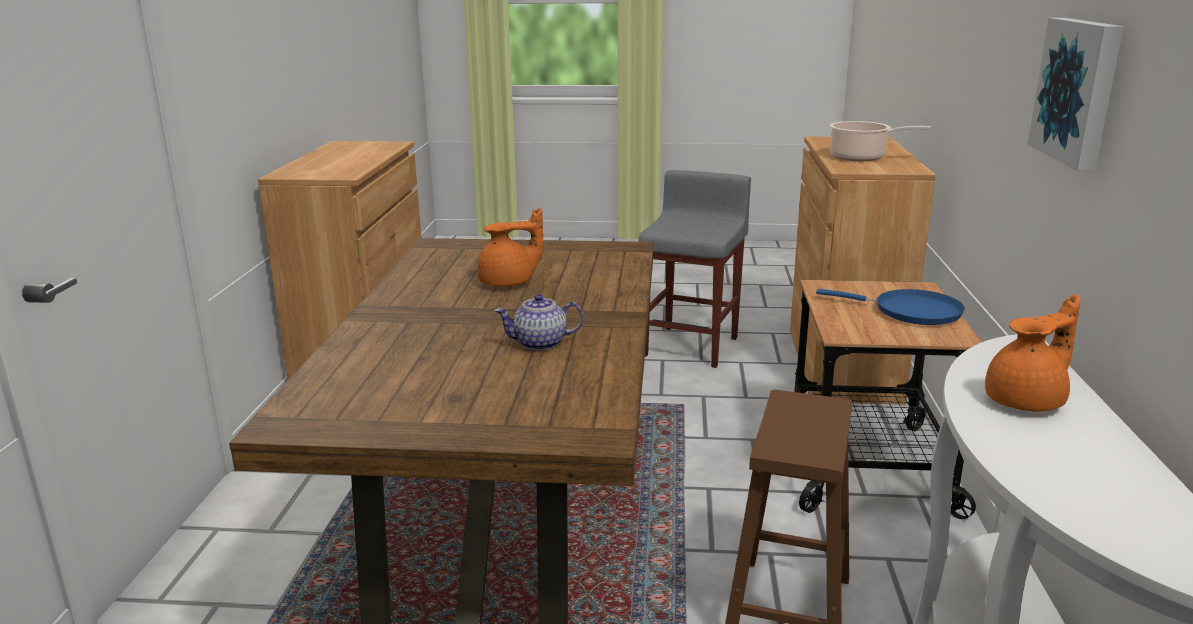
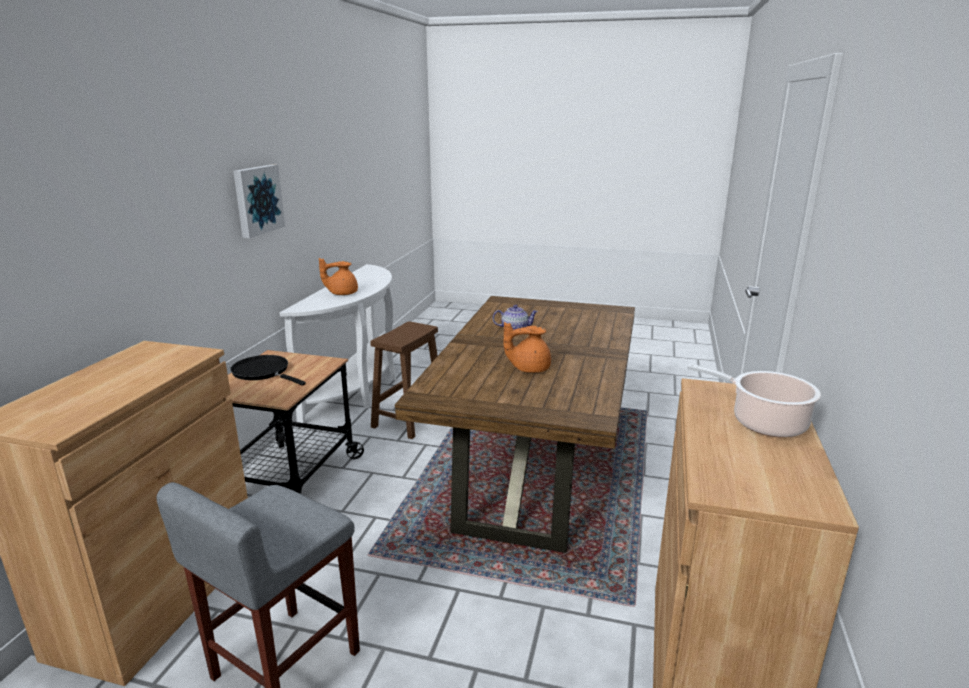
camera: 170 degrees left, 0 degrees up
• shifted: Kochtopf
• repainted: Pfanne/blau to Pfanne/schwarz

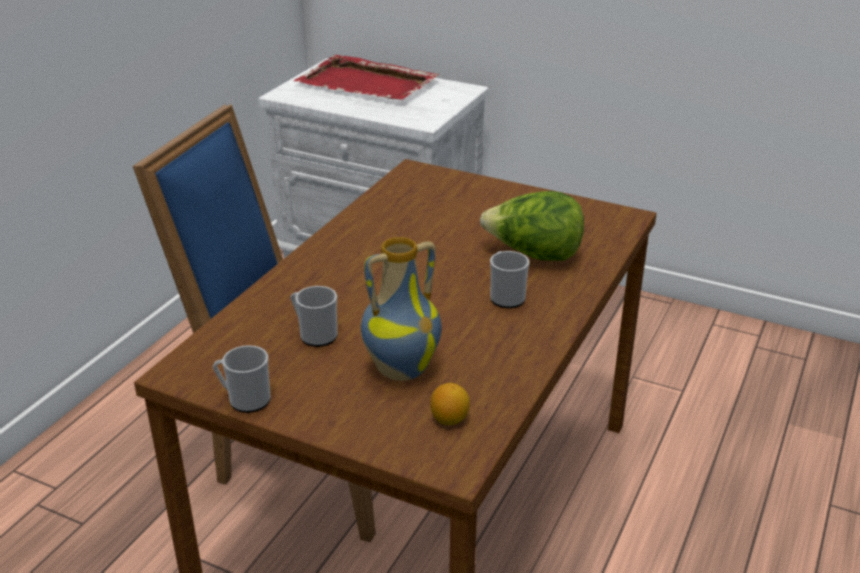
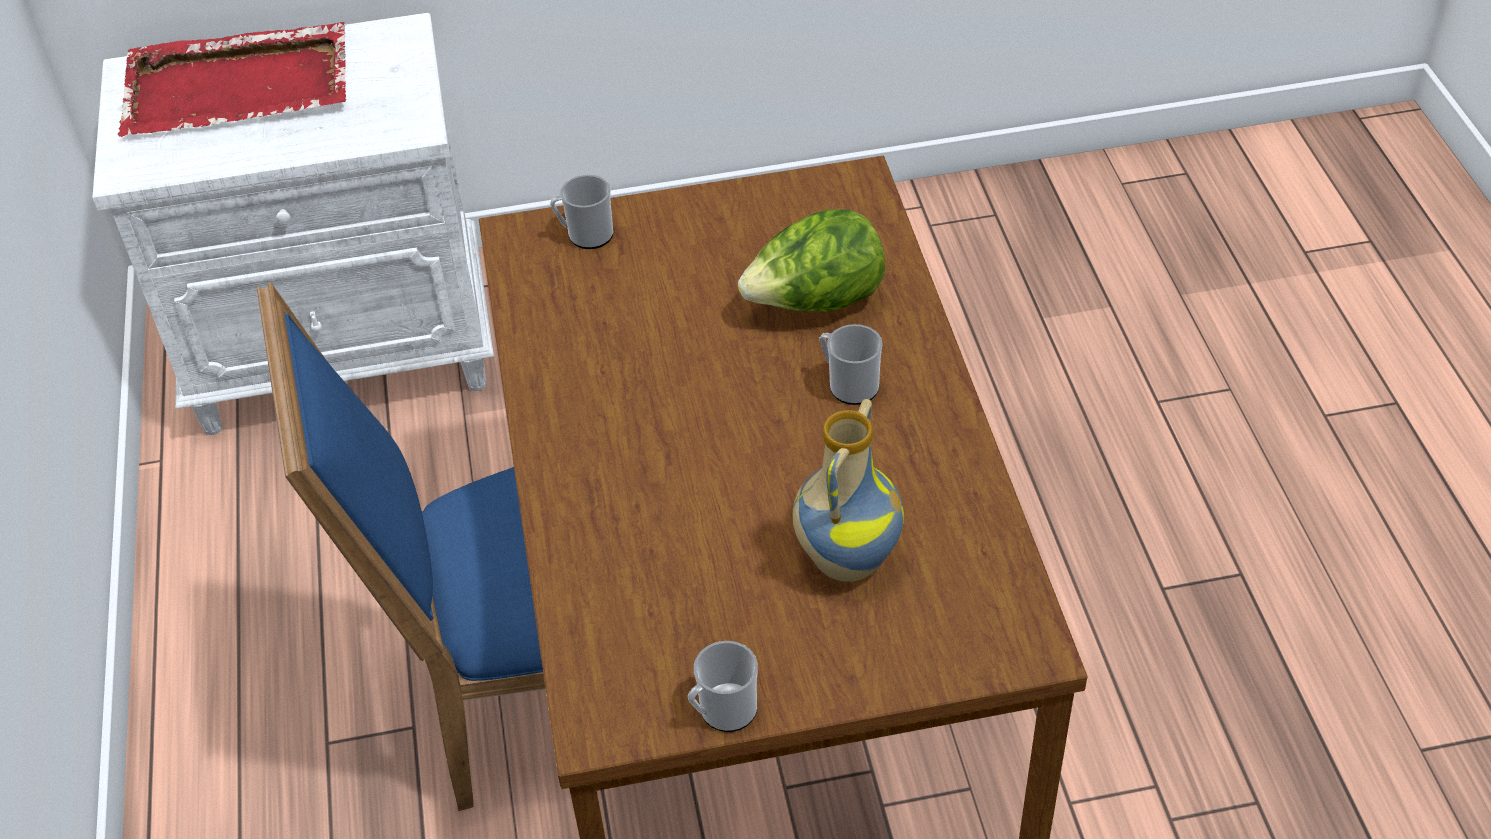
camera: 35 degrees left, 15 degrees up
• gone: Zitrone
• shifted: Henkelbecher (no. 2 from left in the first image) to Henkelbecher (no. 1 from left)

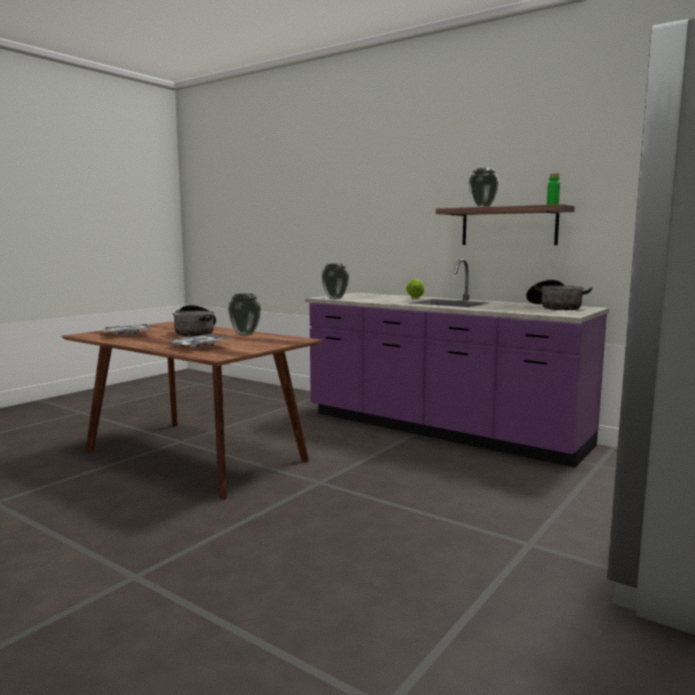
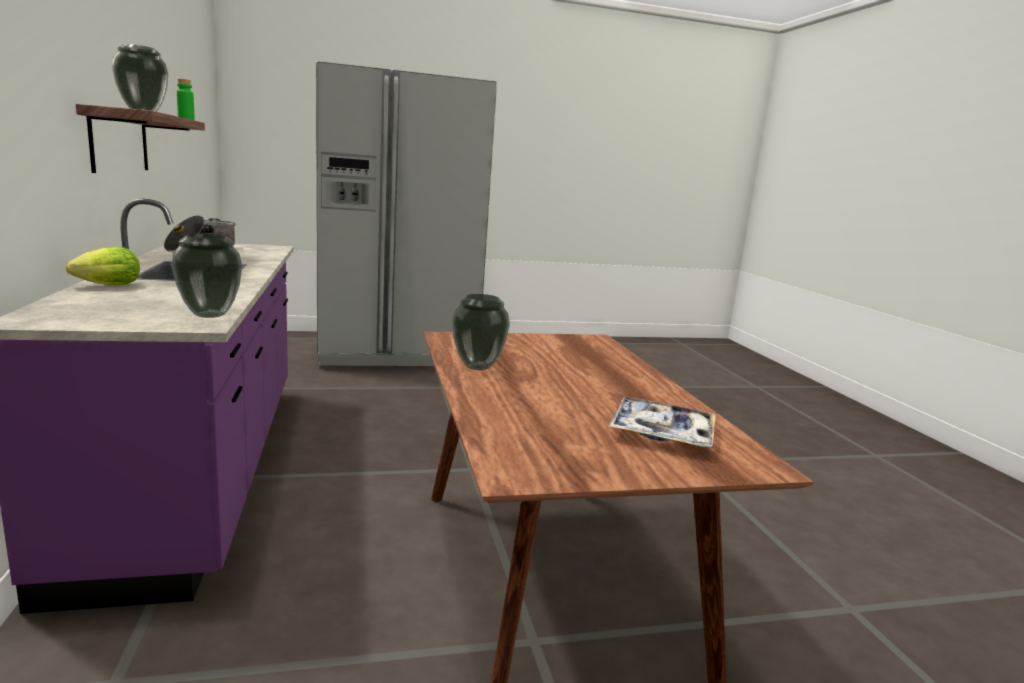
camera: 140 degrees left, 5 degrees up
• gone: Tablett (no. 2 from left)
• gone: Kochtopf (no. 1 from left)

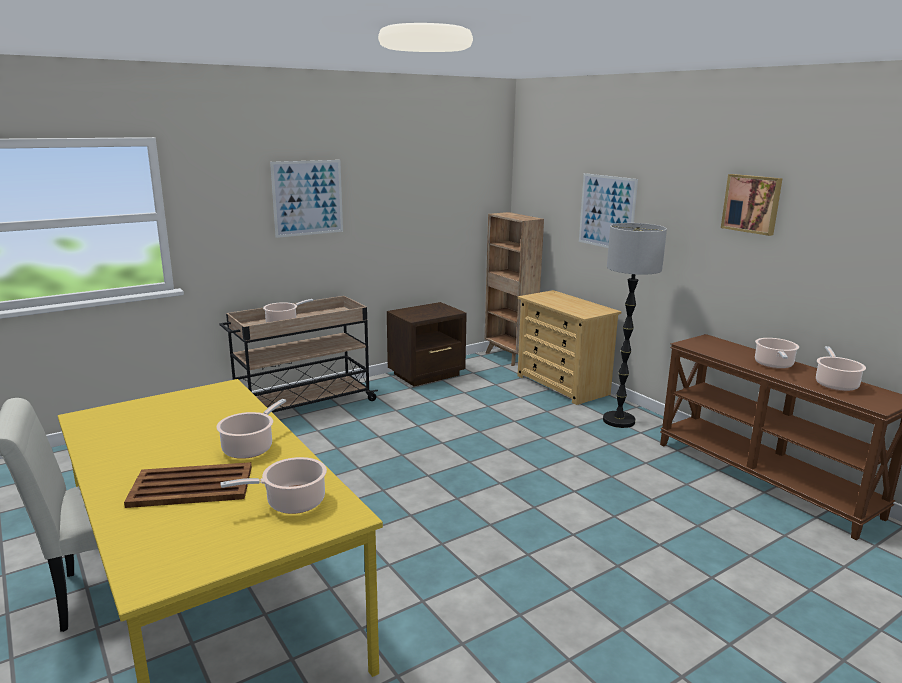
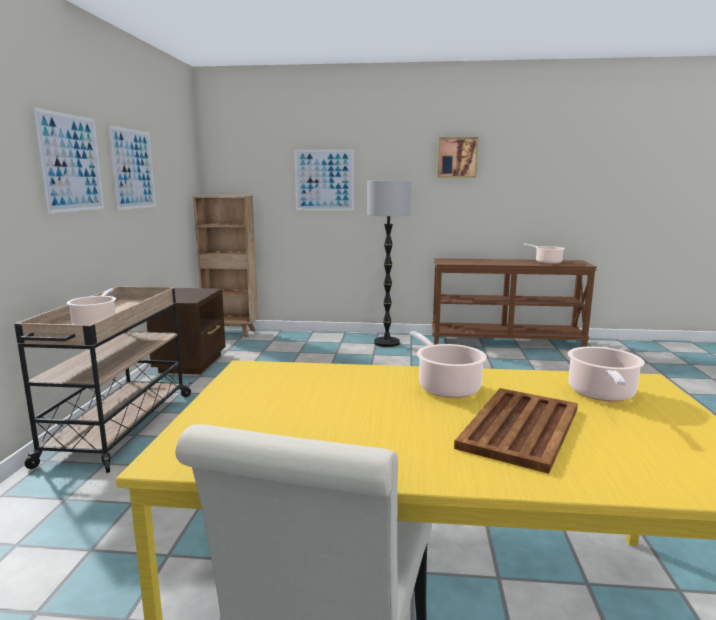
camera: 50 degrees left, 5 degrees down
• gone: Kommode/beige
• gone: Kochtopf (no. 4 from left)
• new: Bild (no. 2 from left)

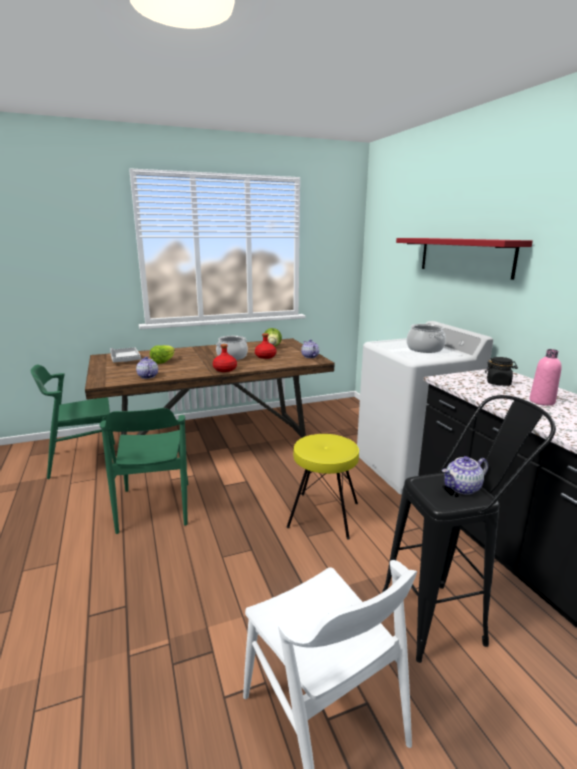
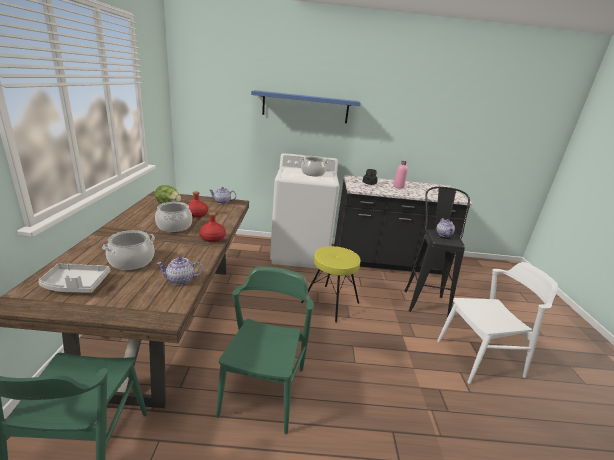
camera: 70 degrees left, 5 degrees up
• swapped: Salatkopf (no. 1 from left) to Kochtopf (no. 1 from left)
• repainted: Wandregal/rot to Wandregal/blau
• rotated: Stuhl/grün (no. 2 from left) 90 degrees counterclockwise

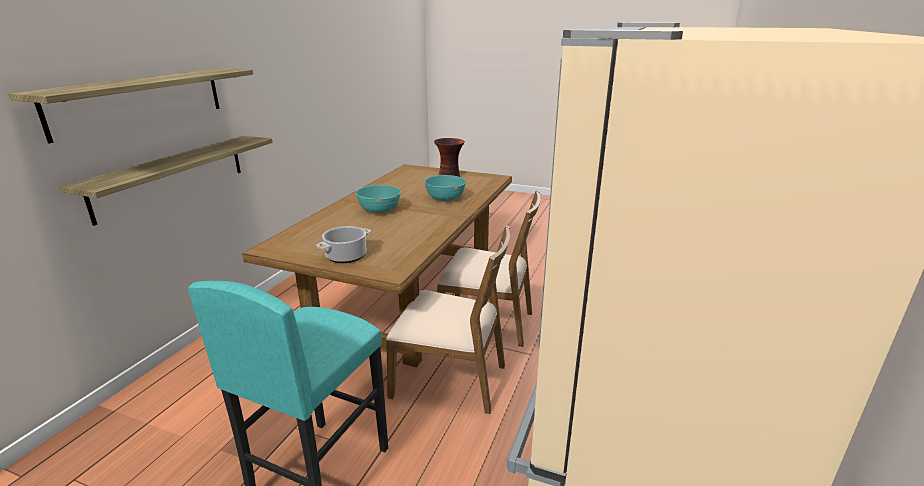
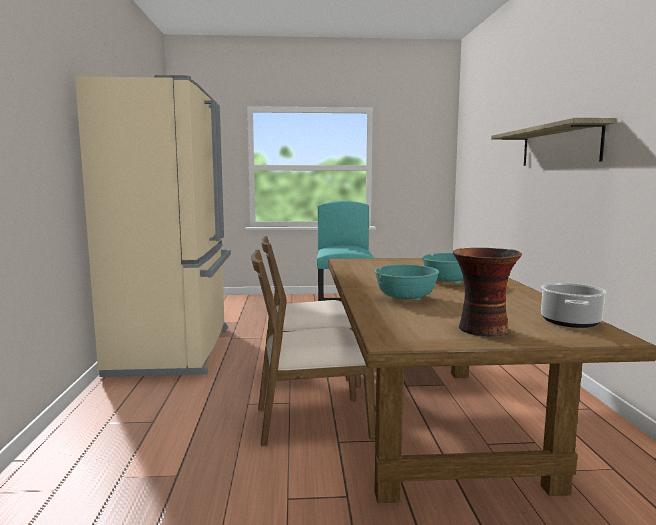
camera: 155 degrees right, 15 degrees down
• gone: Wandregal (no. 2 from left)
• shifted: Kochtopf

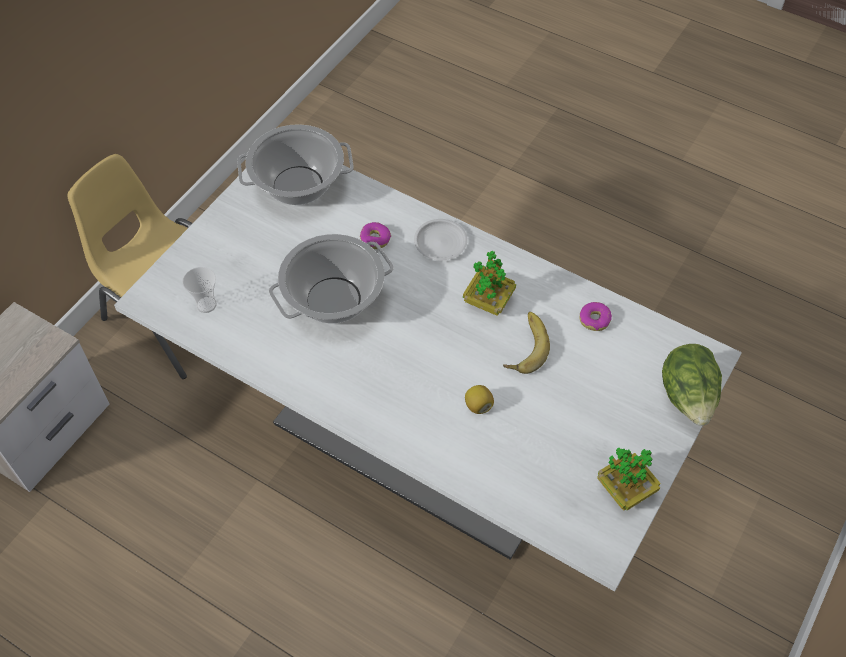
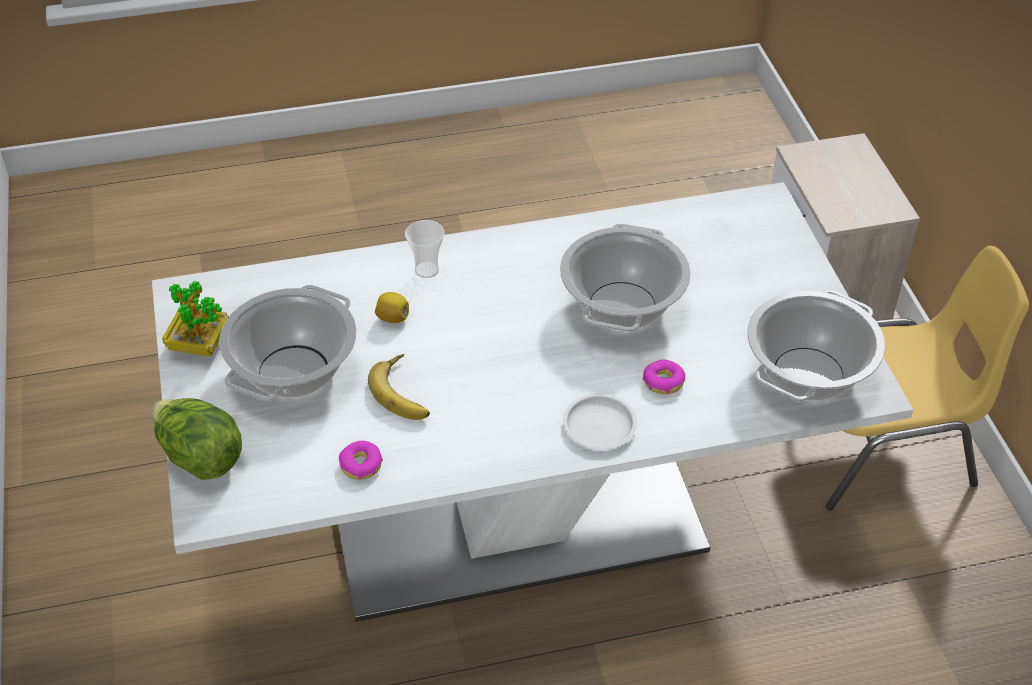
camera: 135 degrees right, 10 degrees down
• gone: Topfpflanze (no. 1 from left)
• new: Kochtopf (no. 1 from left)
• shifted: Tasse

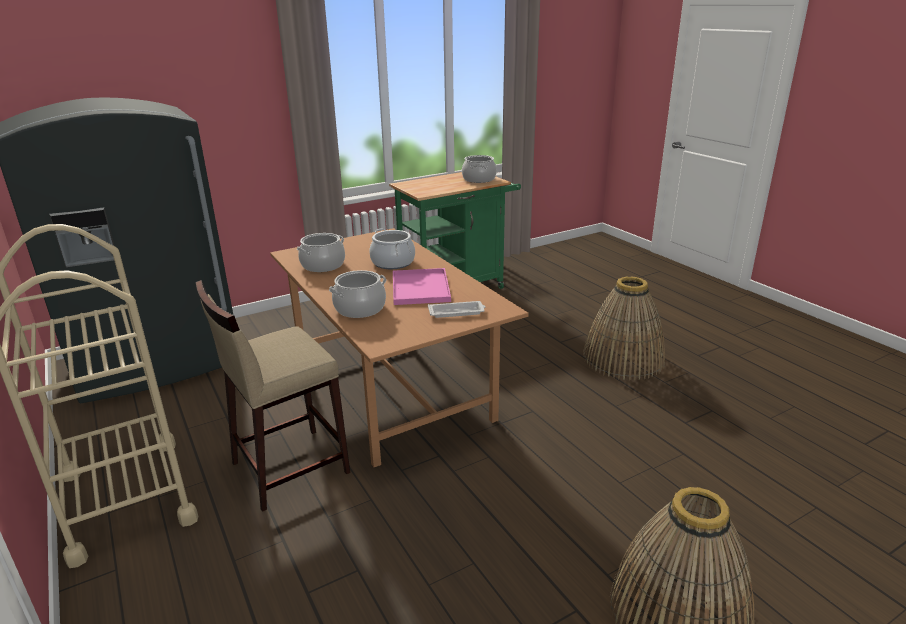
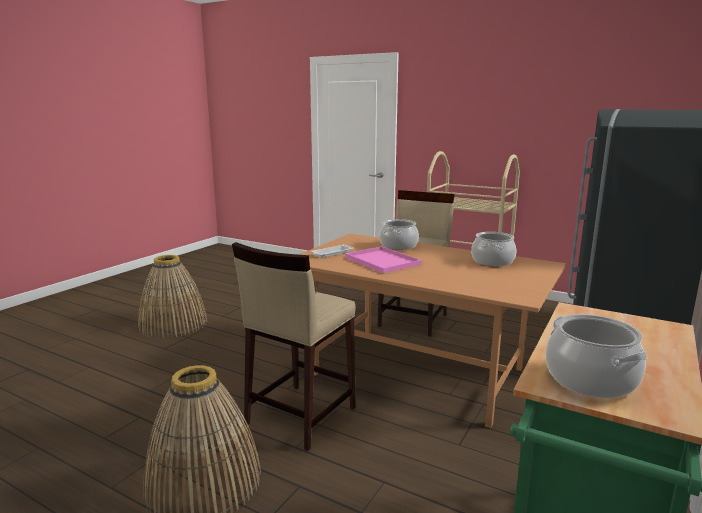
camera: 150 degrees right, 10 degrees down
• gone: Kochtopf (no. 3 from left)
• new: Hocker/beige (no. 1 from left)

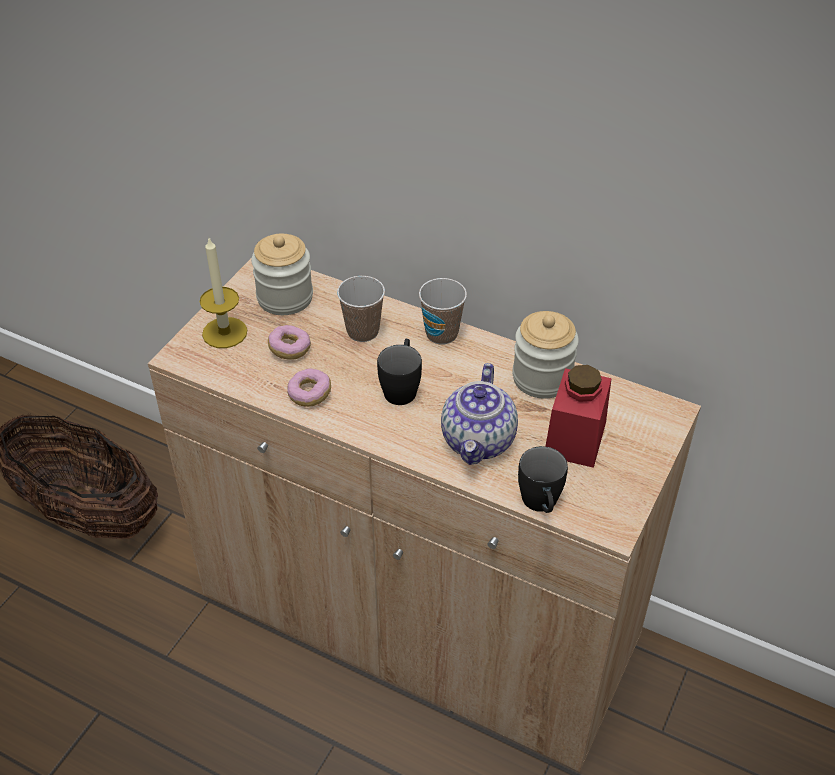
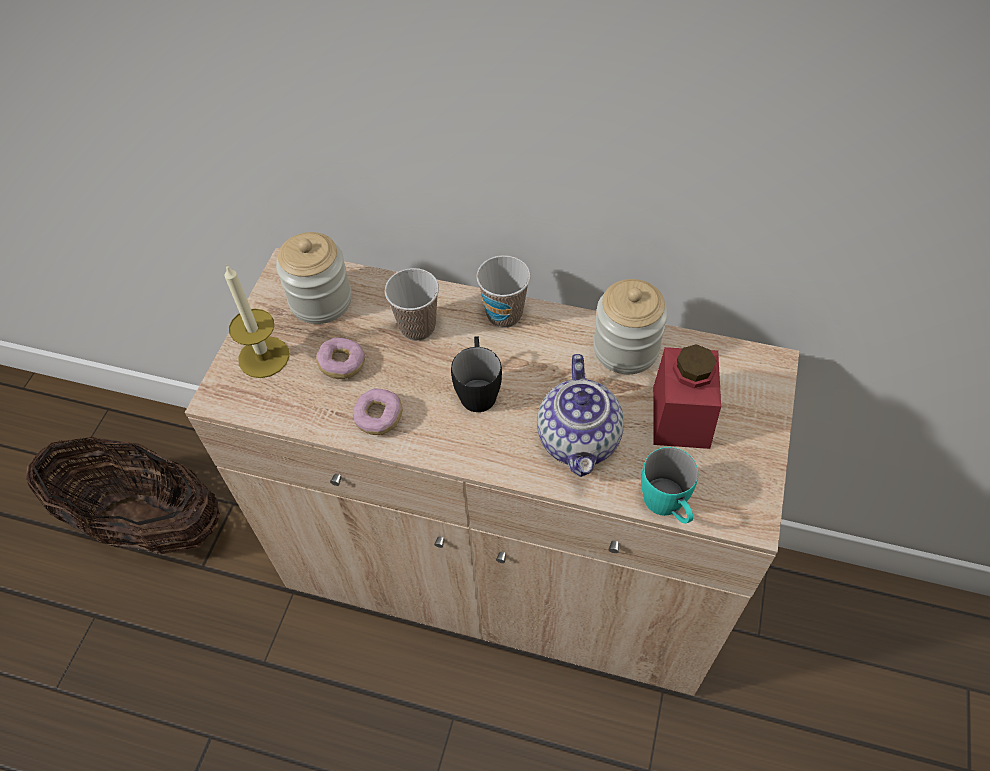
camera: 10 degrees left, 10 degrees up
• repainted: Henkelbecher/schwarz (no. 2 from left) to Henkelbecher/türkis

